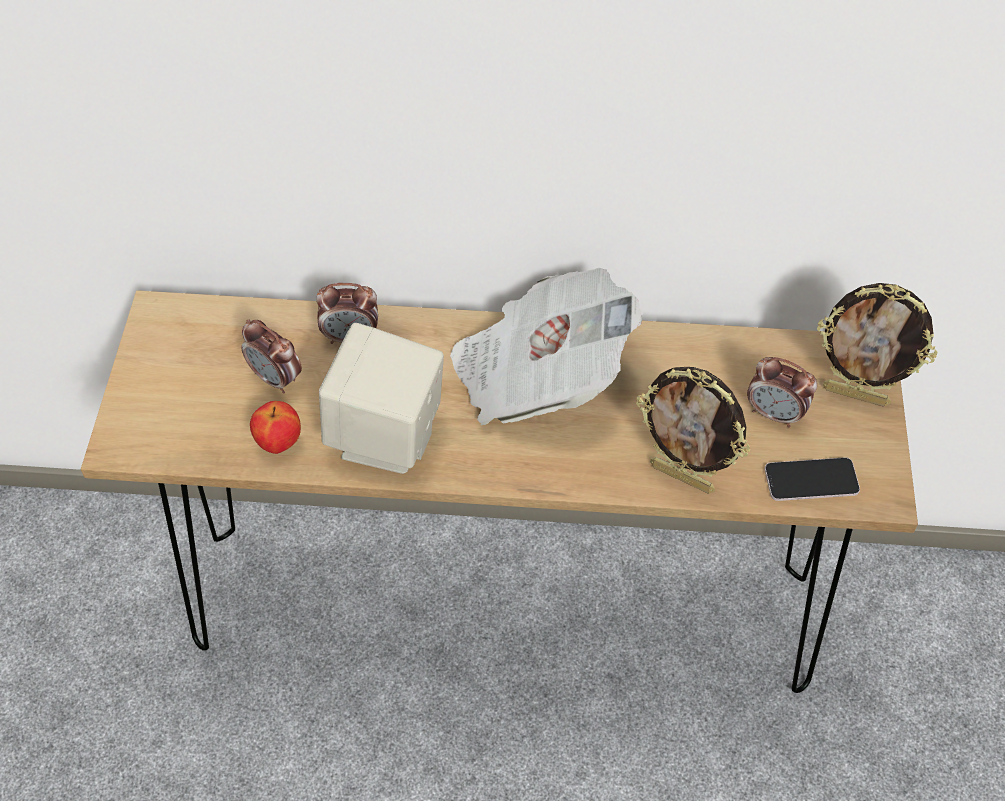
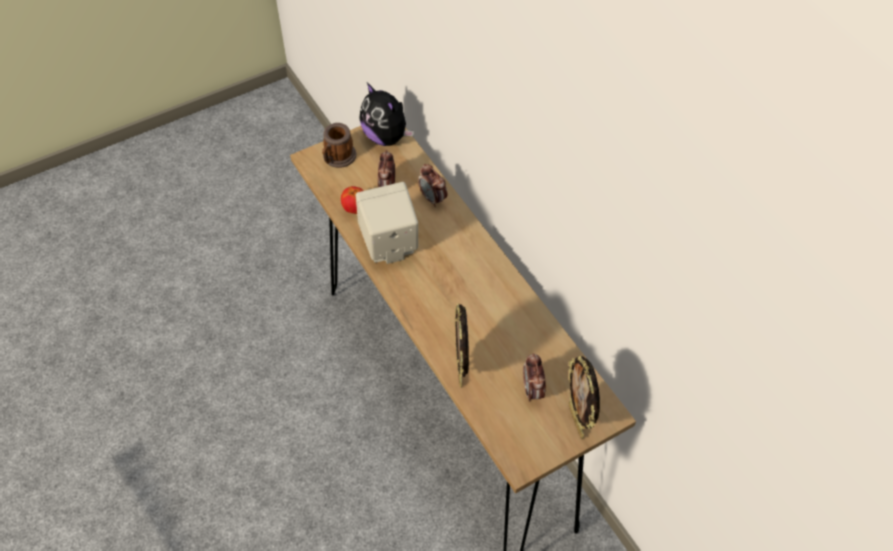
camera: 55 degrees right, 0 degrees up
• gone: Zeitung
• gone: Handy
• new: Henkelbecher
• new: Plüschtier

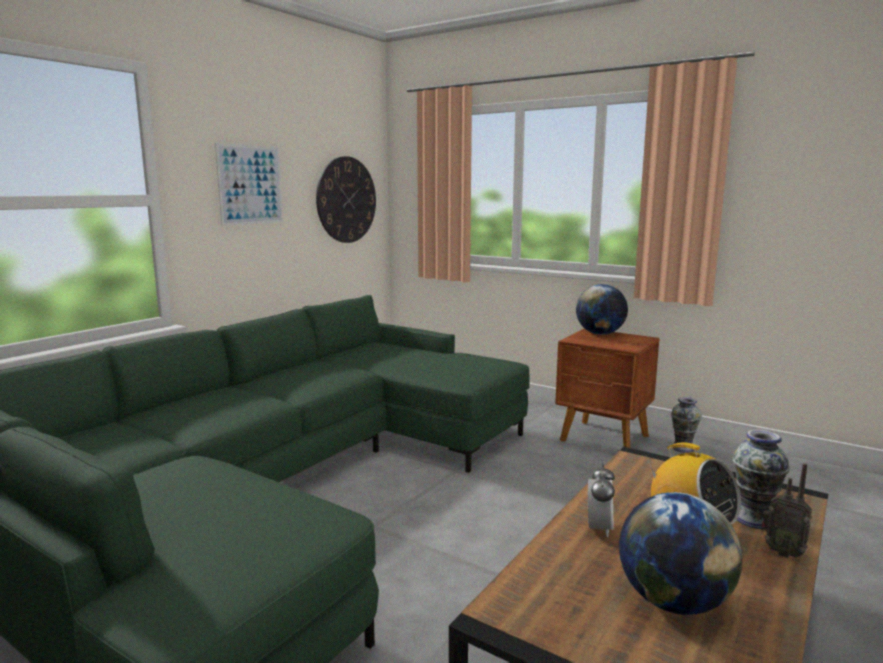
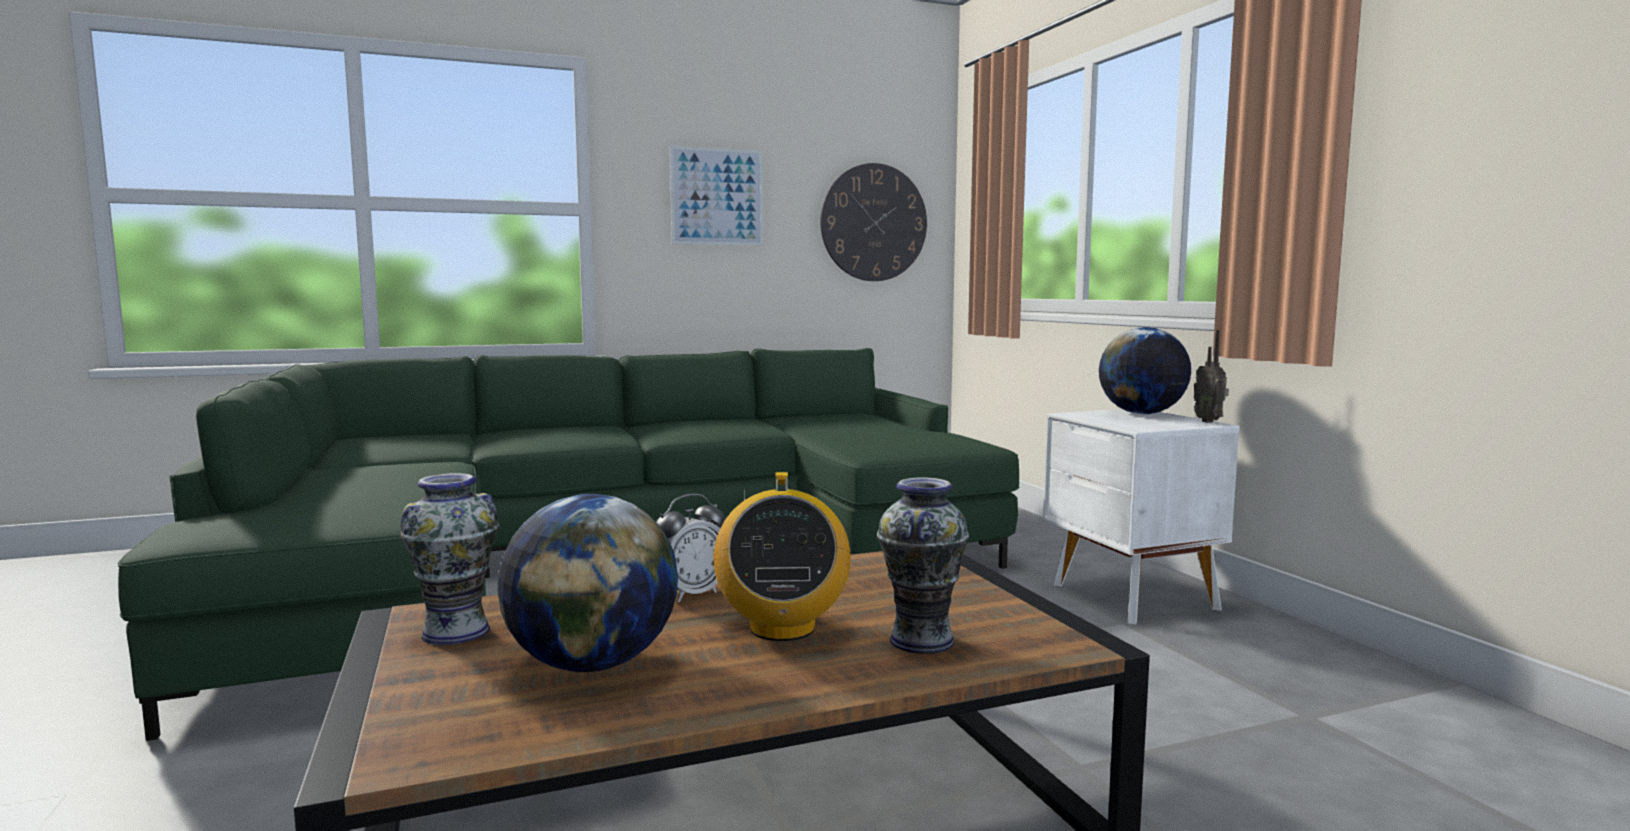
camera: 35 degrees right, 5 degrees down
• shifted: Vase (no. 1 from left)
• shifted: Radio (no. 2 from left)
• repainted: Nachttisch/braun to Nachttisch/weiß

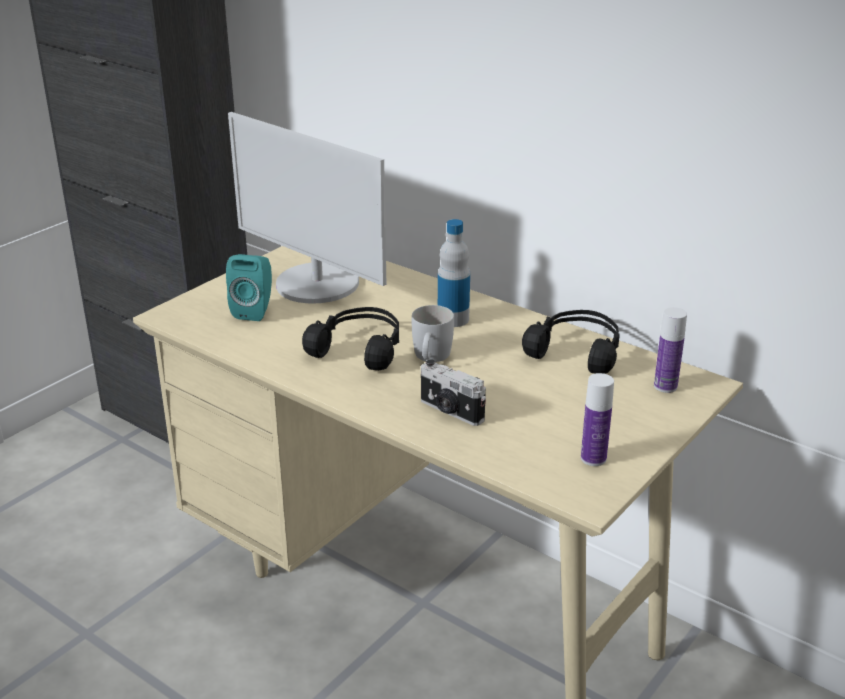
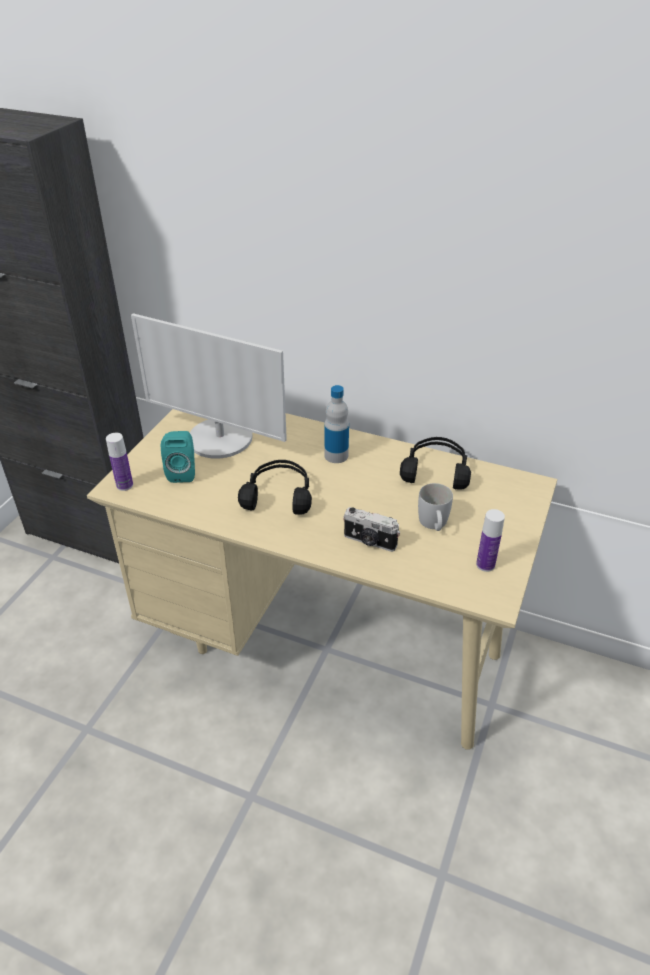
camera: 15 degrees left, 10 degrees up
• shifted: Henkelbecher/weiß
• shifted: Flasche (no. 3 from left in the first image) to Flasche (no. 1 from left)

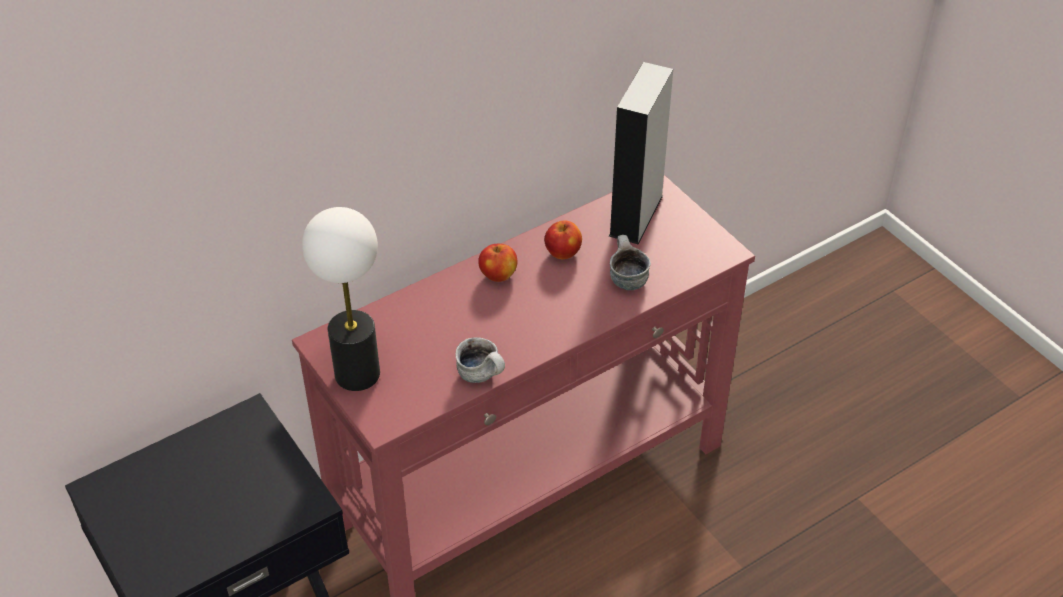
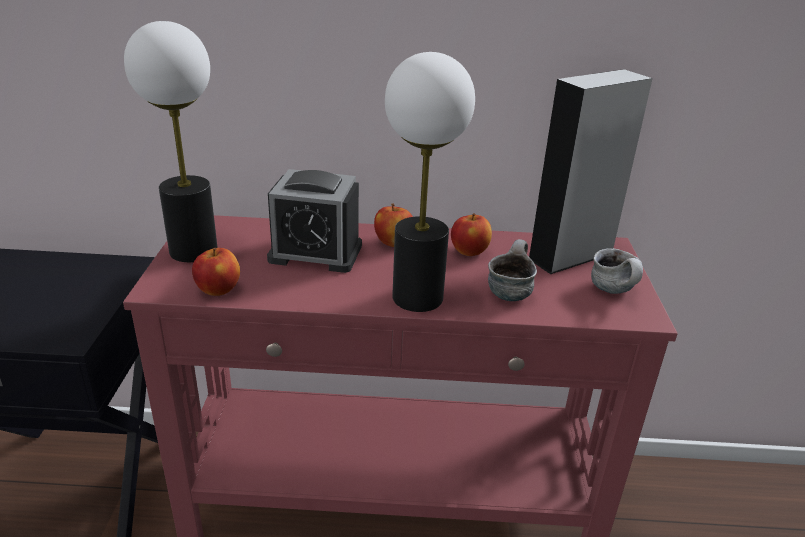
camera: 35 degrees right, 15 degrees down
• new: Apfel (no. 1 from left)
• new: Wecker
• new: Tischlampe (no. 2 from left)
• shifted: Henkelbecher (no. 1 from left in the first image) to Henkelbecher (no. 2 from left)

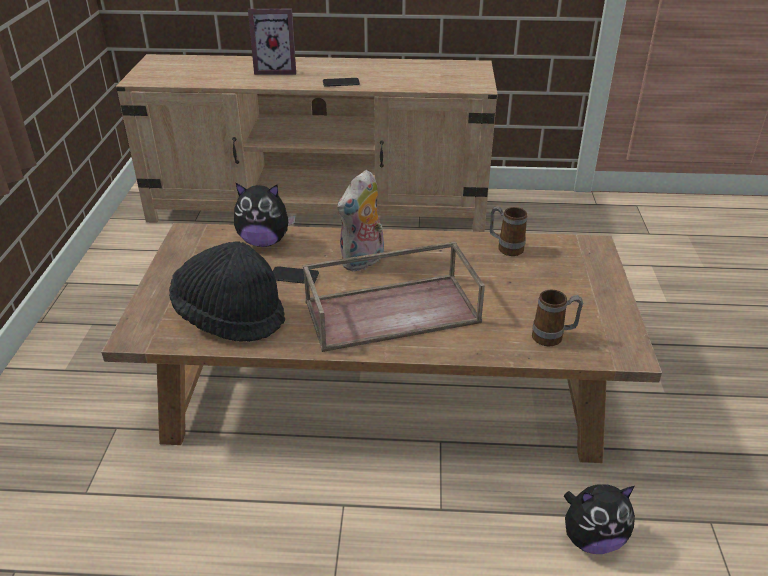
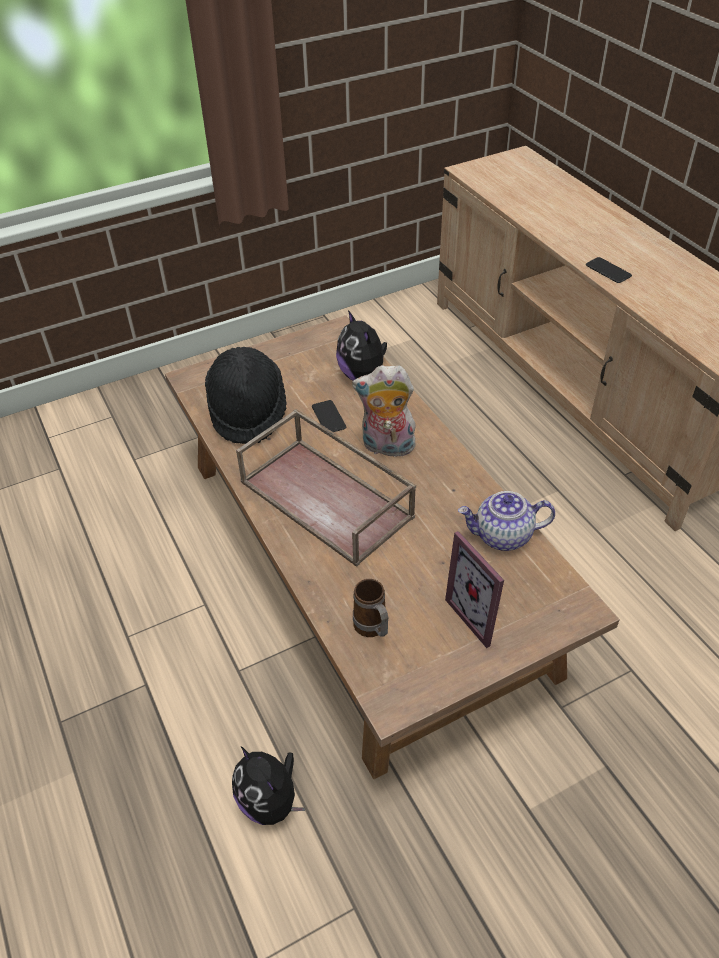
camera: 60 degrees right, 10 degrees up
• shifted: Bilderrahmen
• swapped: Henkelbecher (no. 1 from left) to Teekanne

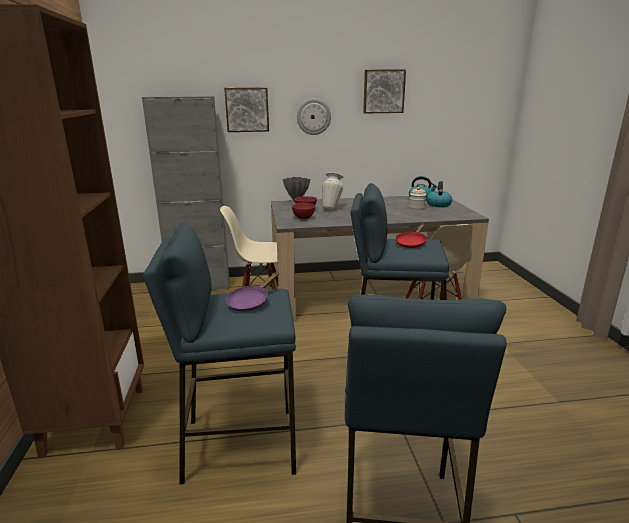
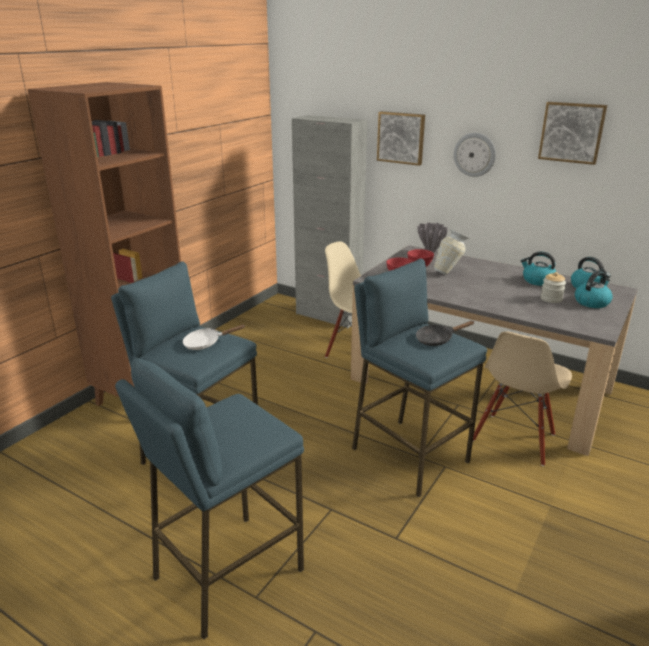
camera: 40 degrees right, 5 degrees up
• new: Wasserkessel (no. 1 from left)
• repainted: Pfanne/lila to Pfanne/weiß
• repainted: Pfanne/rot to Pfanne/schwarz

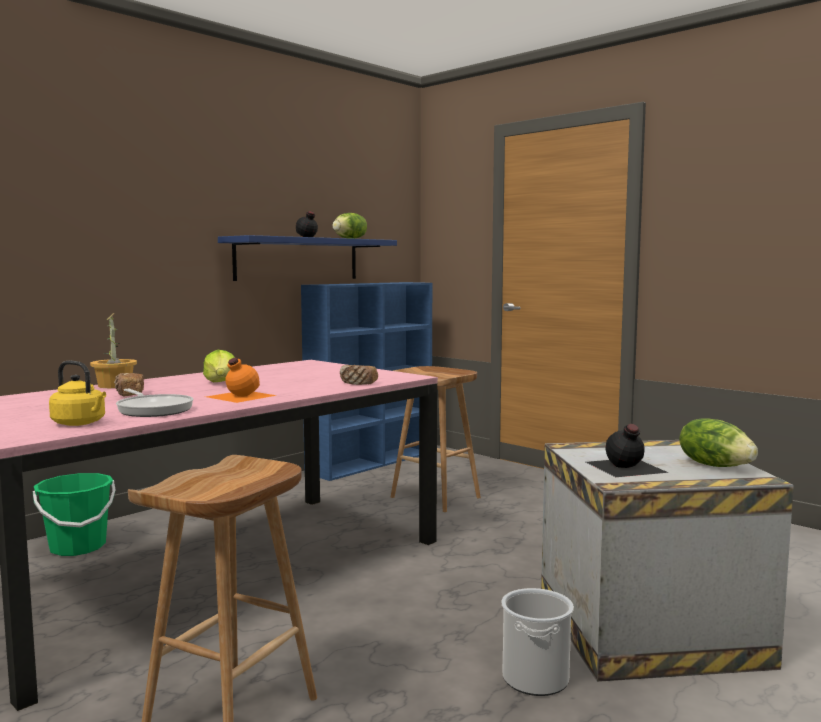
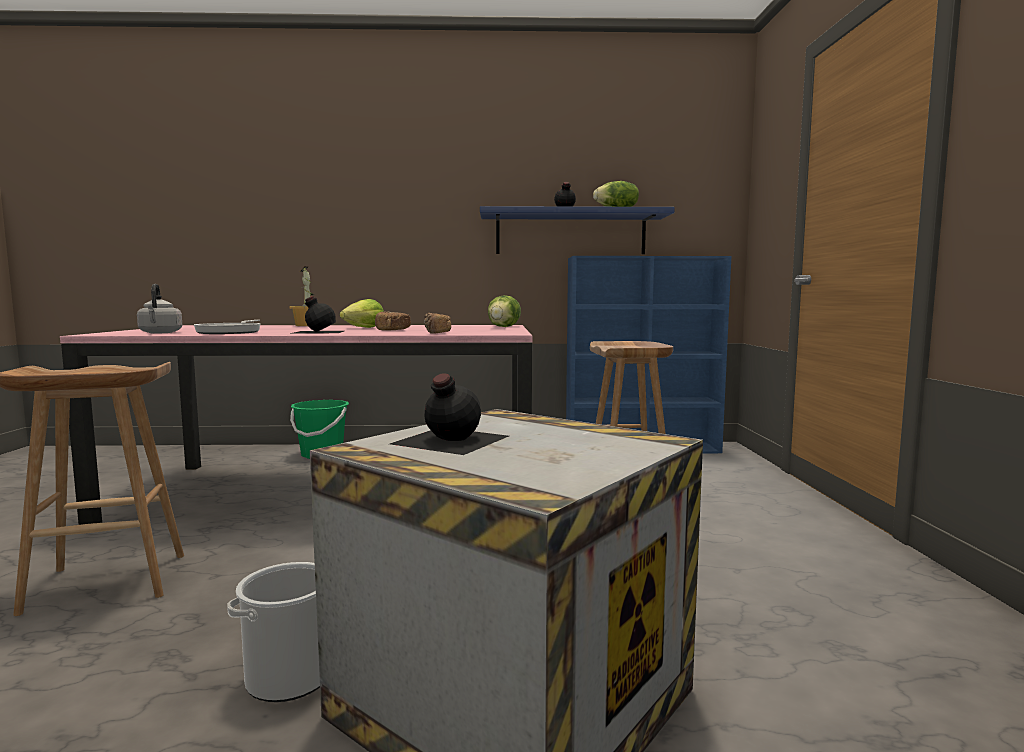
camera: 45 degrees right, 0 degrees up
• shifted: Brot (no. 1 from left)
• shifted: Salatkopf (no. 3 from left in the first image) to Salatkopf (no. 2 from left)
• repainted: Wasserkessel/gelb to Wasserkessel/grau
• repainted: Flasche/orange to Flasche/schwarz (no. 1 from left)

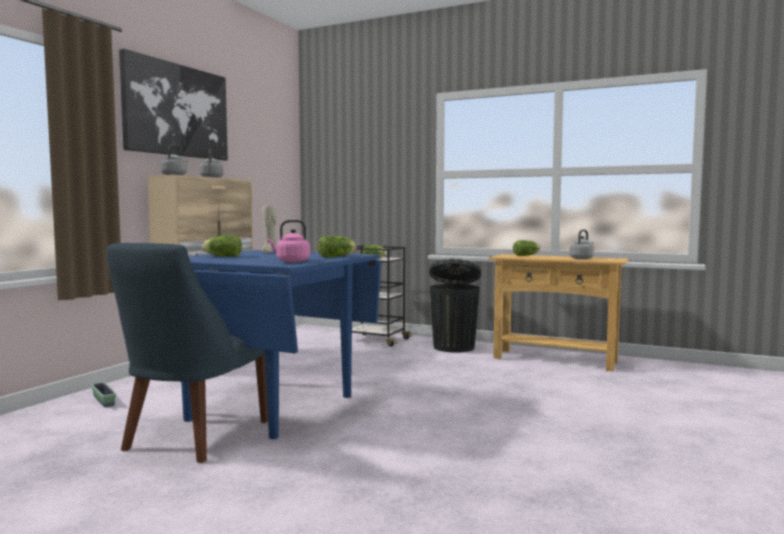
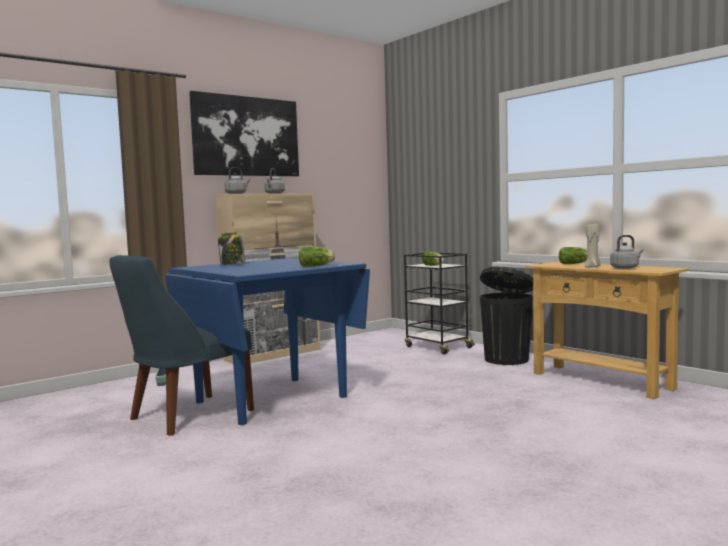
camera: 25 degrees right, 0 degrees up
• gone: Wasserkessel/rosa
• shifted: Kerze/beige
• swapped: Salatkopf (no. 1 from left) to Vorratsglas

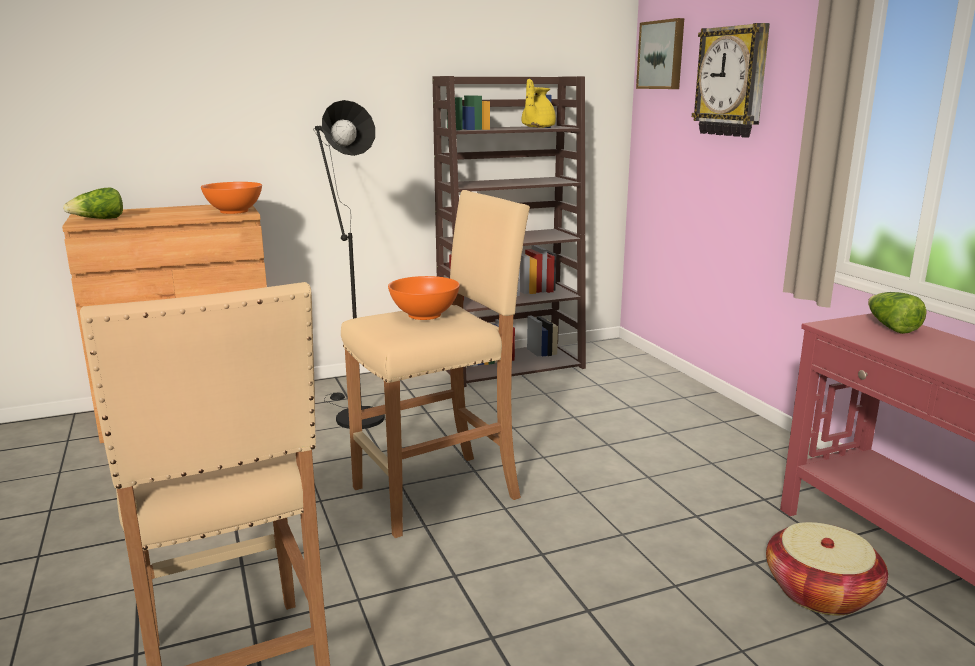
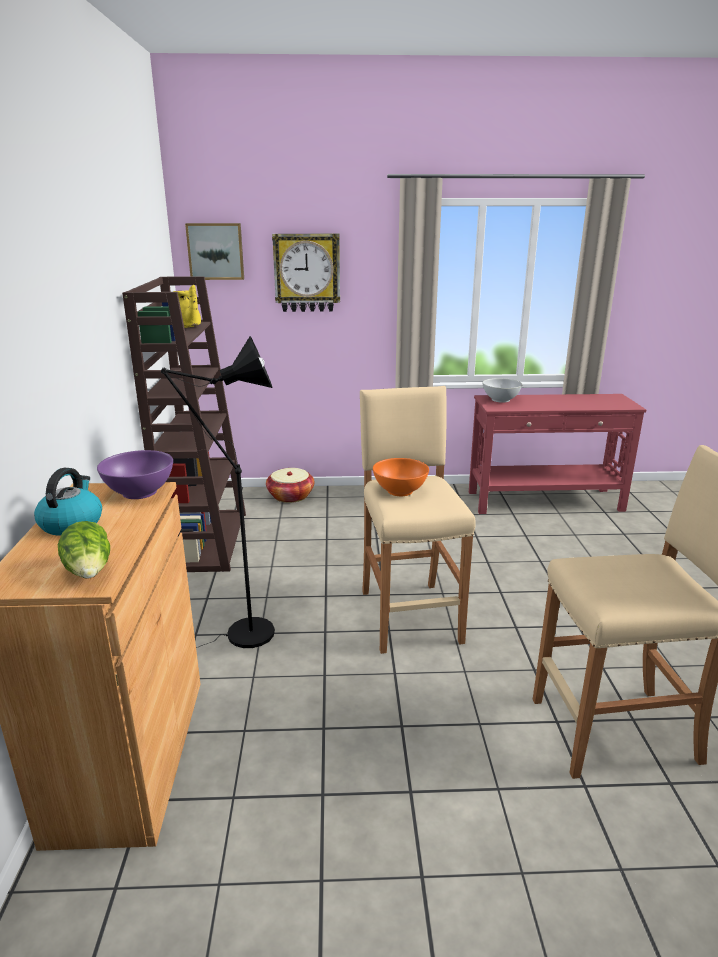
camera: 70 degrees left, 5 degrees up
• new: Wasserkessel
• shifted: Korb
• swapped: Salatkopf (no. 2 from left) to Schüssel/weiß
• repainted: Schüssel/orange (no. 1 from left) to Schüssel/lila

